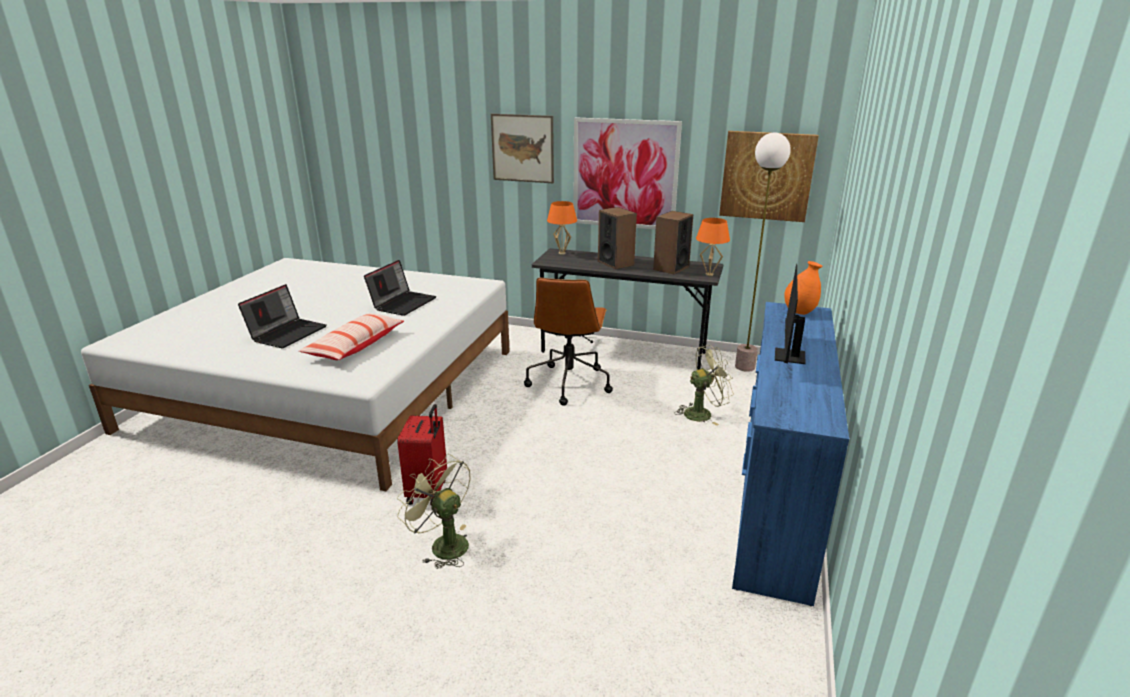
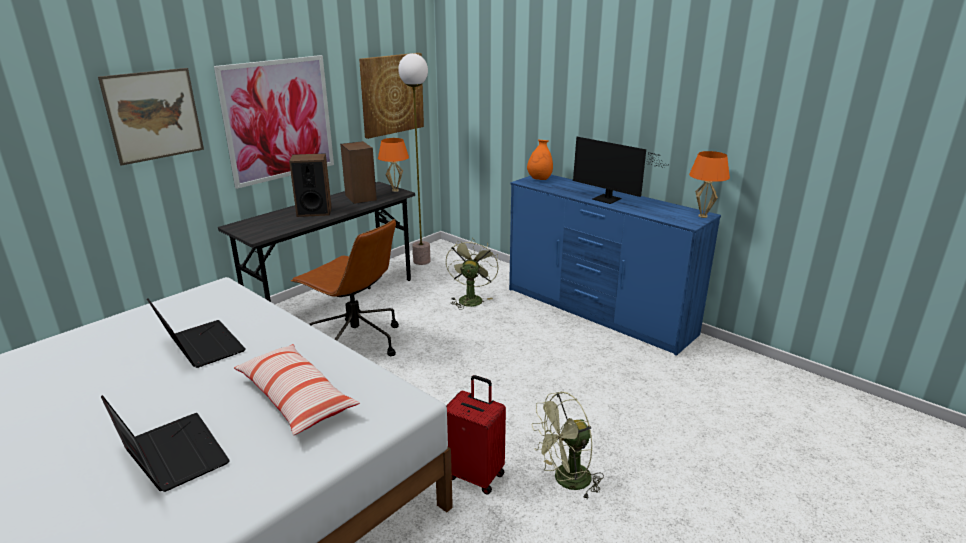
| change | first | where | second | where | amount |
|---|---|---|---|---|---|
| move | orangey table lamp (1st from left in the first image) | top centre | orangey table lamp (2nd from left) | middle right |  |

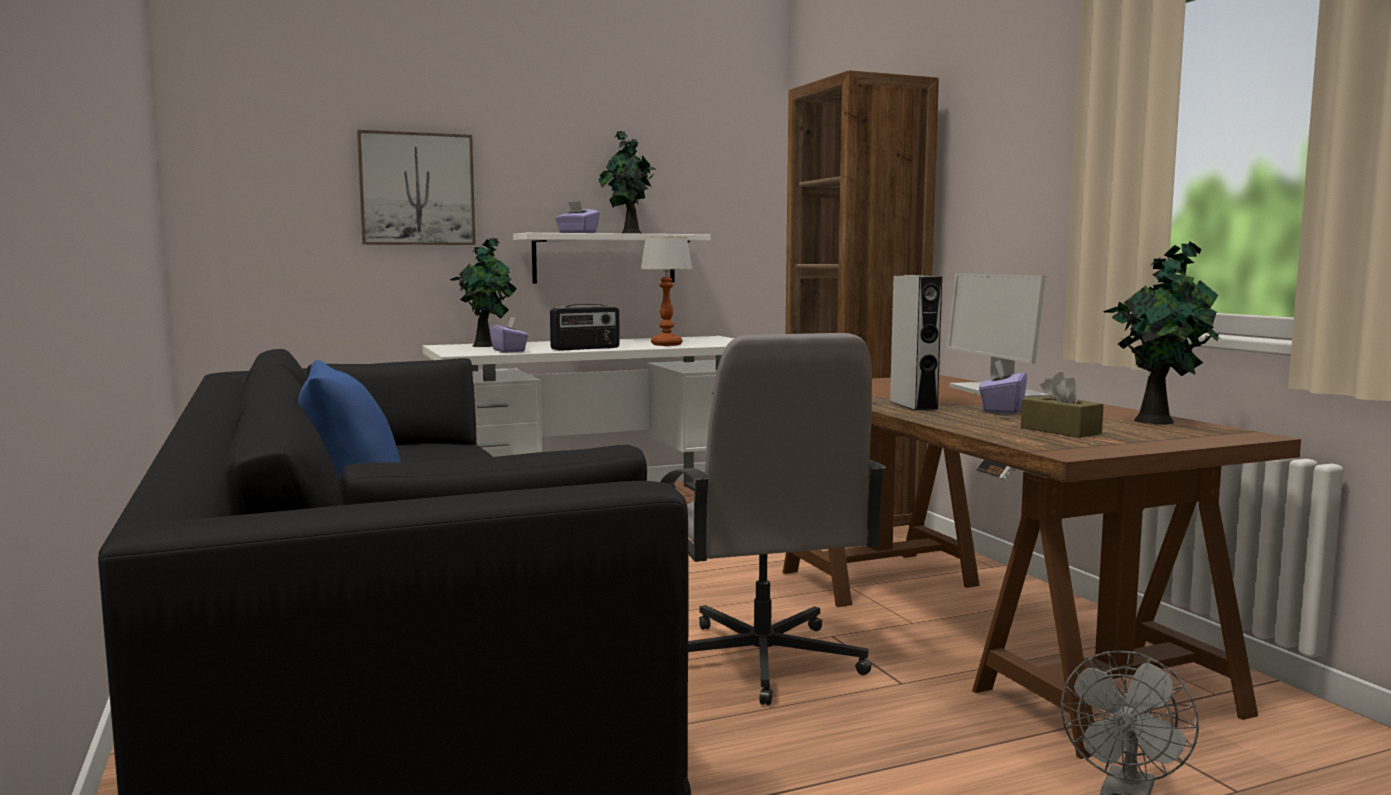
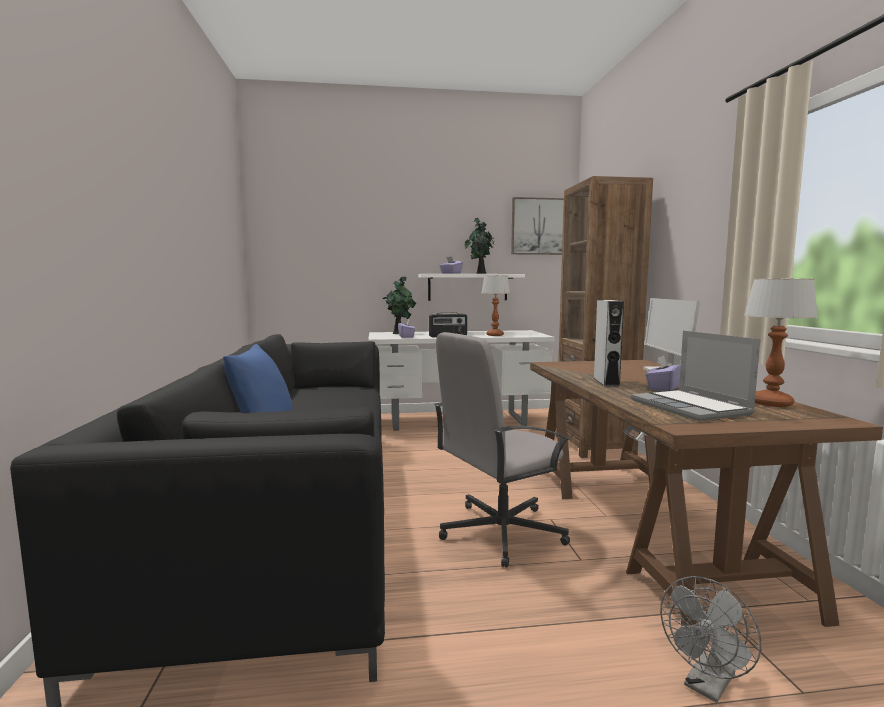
| change | first | where | second | where | amount |
|---|---|---|---|---|---|
| move | wall picture | top left |  | top centre |  |
| replace | brown box of tissues | middle right | portable computer | middle right |  |
| replace | houseplant (3rd from left) | middle right | table lamp (2nd from left) | middle right |  |
| rotate | greyish computer chair | centre |  | centre | 60 degrees clockwise |

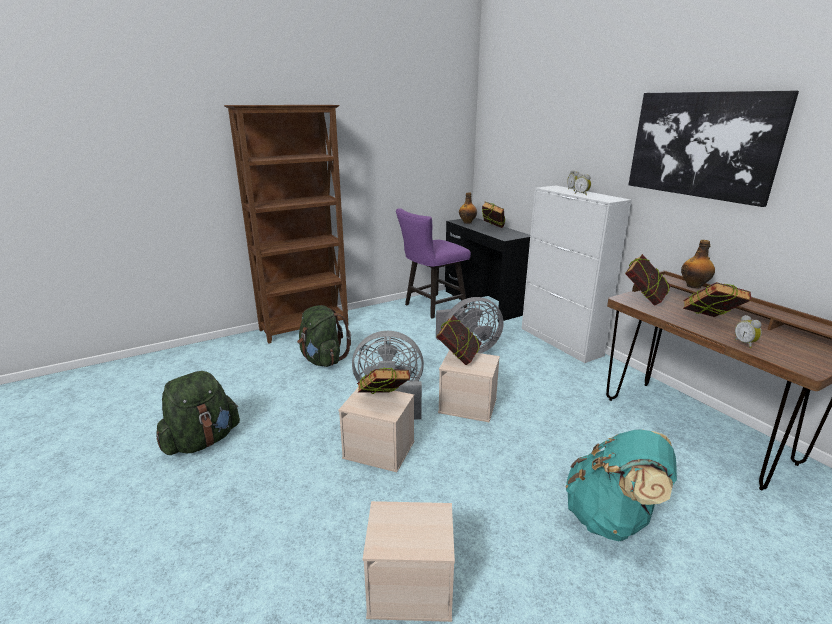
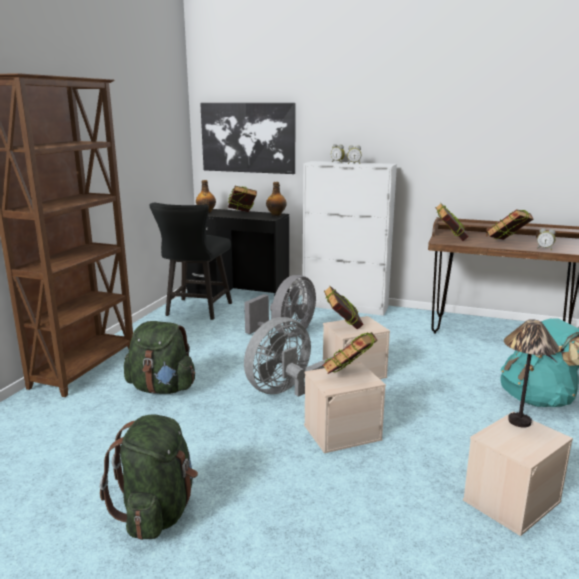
| change | first | where | second | where | amount |
|---|---|---|---|---|---|
| insert |  |  | table lamp | middle right |  |
| move | wall picture | top right |  | top centre |  |
| move | bottle (2nd from left) | middle right |  | centre |  |
| recolor | purple plain chair | centre | blackish plain chair | middle left |  |

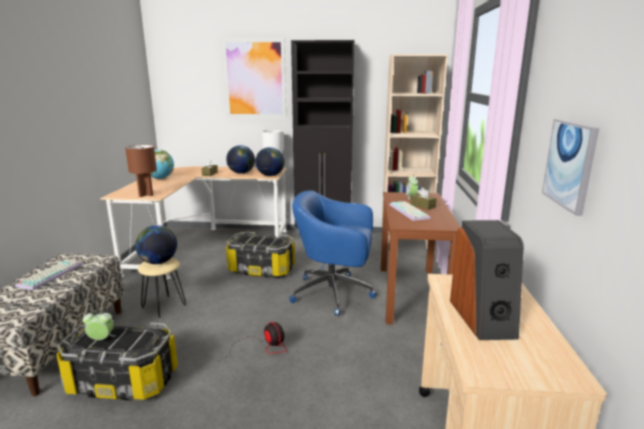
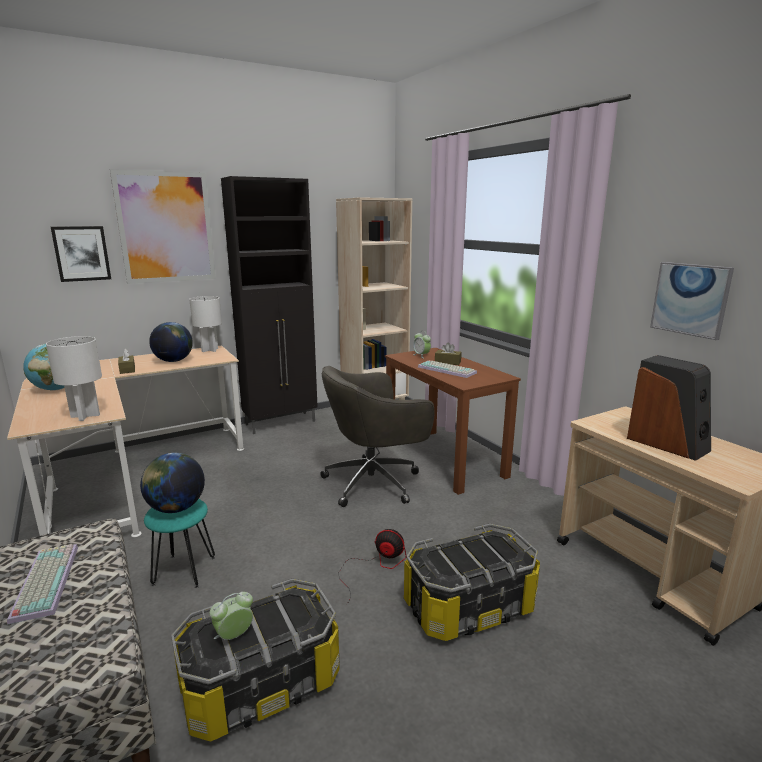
| change | first | where | second | where | amount |
|---|---|---|---|---|---|
| delete | globe (4th from left) | centre |  |  |  |
| insert |  |  | wall picture (1st from left) | middle left |  |
| move | storage bin (2nd from left) | centre |  | bottom centre |  |
| recolor | brown table lamp | middle left | white table lamp (1st from left) | middle left |  |
| recolor | sand-coloured stool seat | bottom left | turquoise stool seat | bottom left |  |
| recolor | blue-coloured computer chair | centre | greyish computer chair | centre |  |

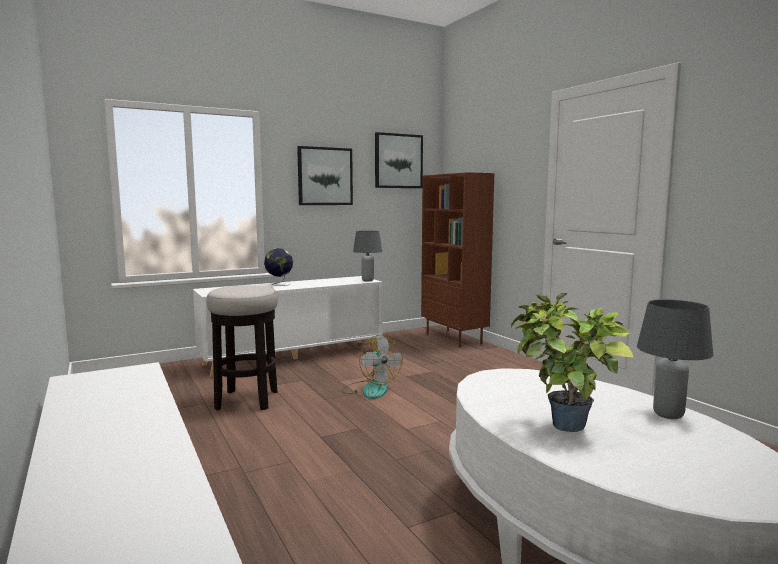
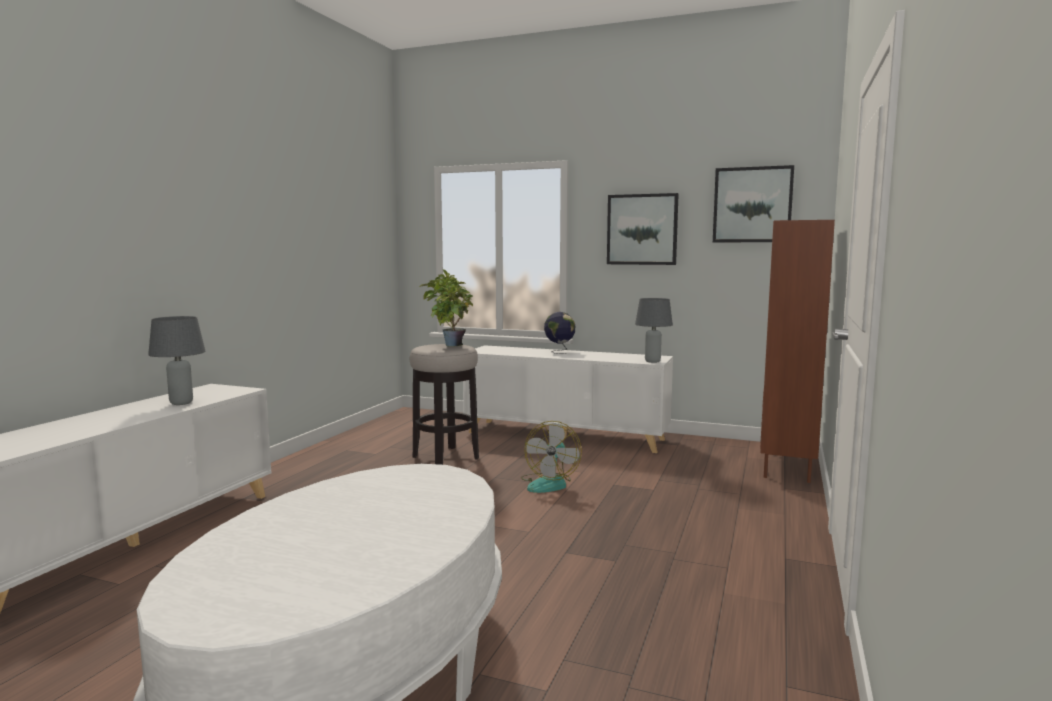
| change | first | where | second | where | amount |
|---|---|---|---|---|---|
| move | houseplant | middle right |  | centre |  |
| move | greyish table lamp (2nd from left in the first image) | middle right | greyish table lamp (1st from left) | middle left |  |

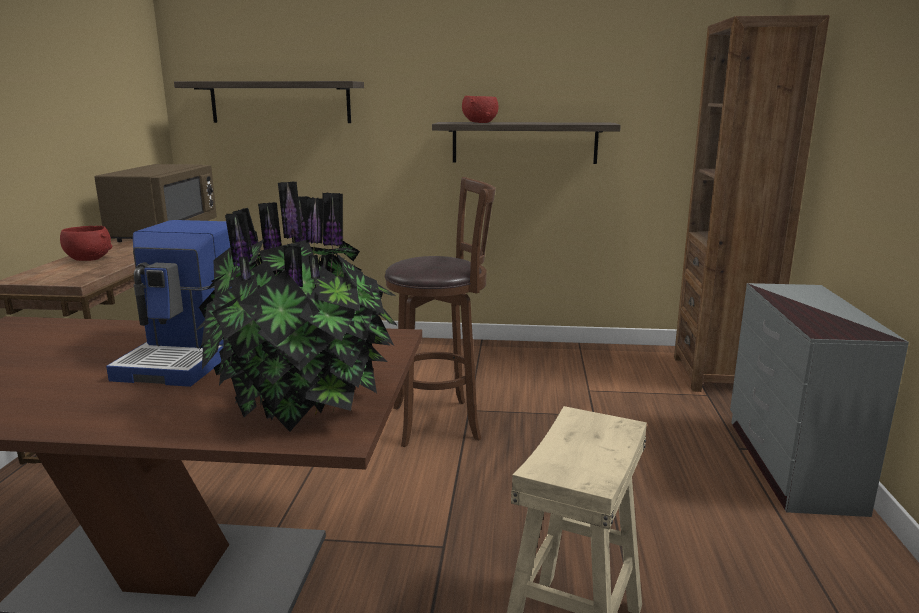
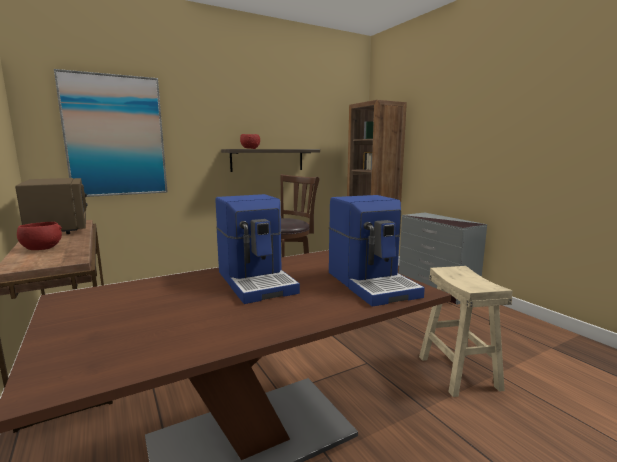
| change | first | where | second | where | amount |
|---|---|---|---|---|---|
| replace | wall shelf (1st from left) | top left | wall picture | top left |  |
| replace | houseplant | middle left | coffee maker (2nd from left) | centre |  |

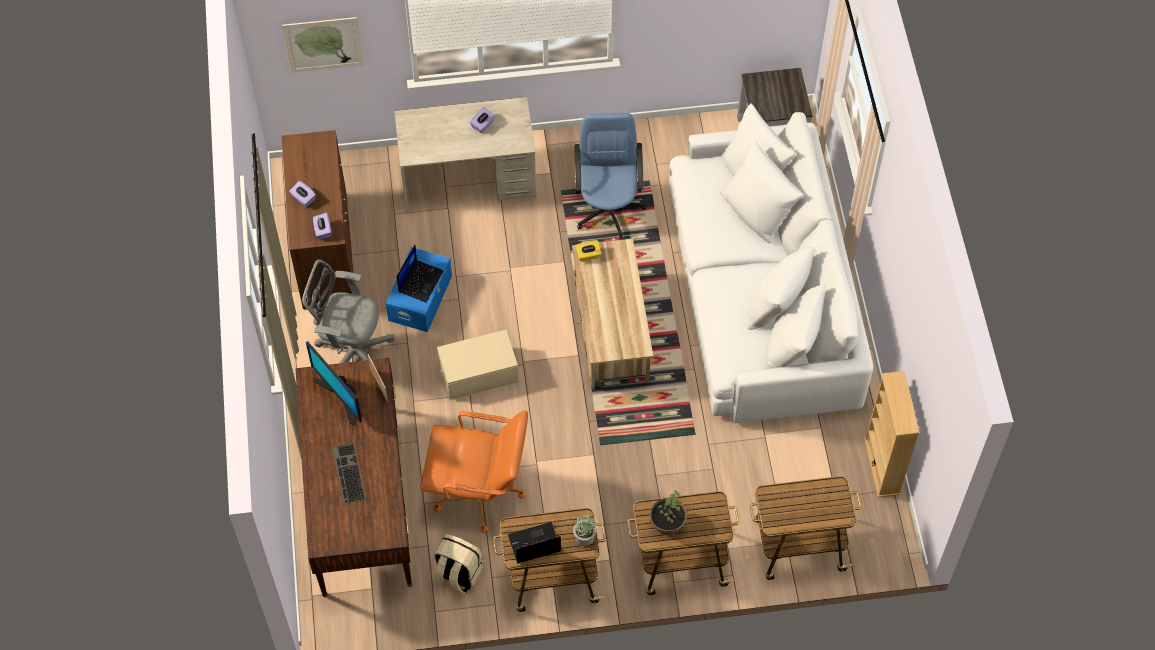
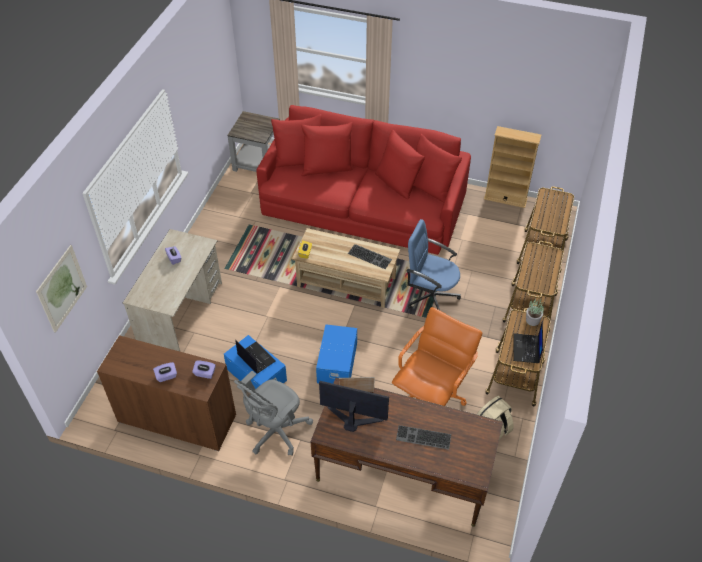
| change | first | where | second | where | amount |
|---|---|---|---|---|---|
| delete | houseplant (2nd from left) | bottom centre |  |  |  |
| insert |  |  | PC keyboard (1st from left) | centre |  |
| move | blue-coloured computer chair | top centre |  | centre |  |
| recolor | sand-coloured storage bin | centre | blue-coloured storage bin (2nd from left) | centre |  |
| recolor | white settee | middle right | reddish settee | top centre |  |
| rotate | computer display | middle left |  | bottom centre | 150 degrees counterclockwise |

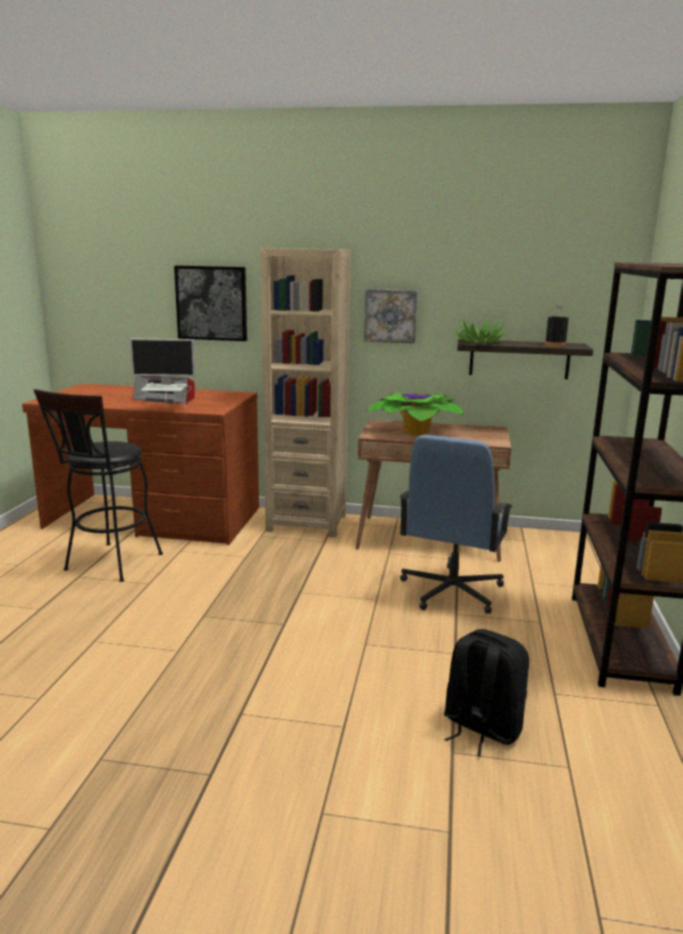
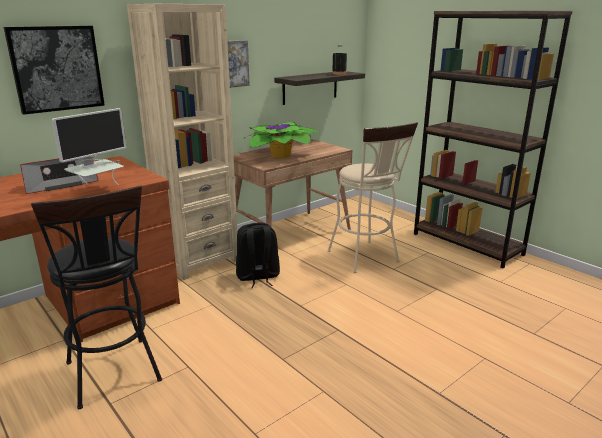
| change | first | where | second | where | amount |
|---|---|---|---|---|---|
| delete | houseplant (2nd from left) | middle right |  |  |  |
| move | blackish knapsack | bottom right |  | centre |  |
| replace | blue-coloured computer chair | middle right | sand-coloured stool seat | centre |  |

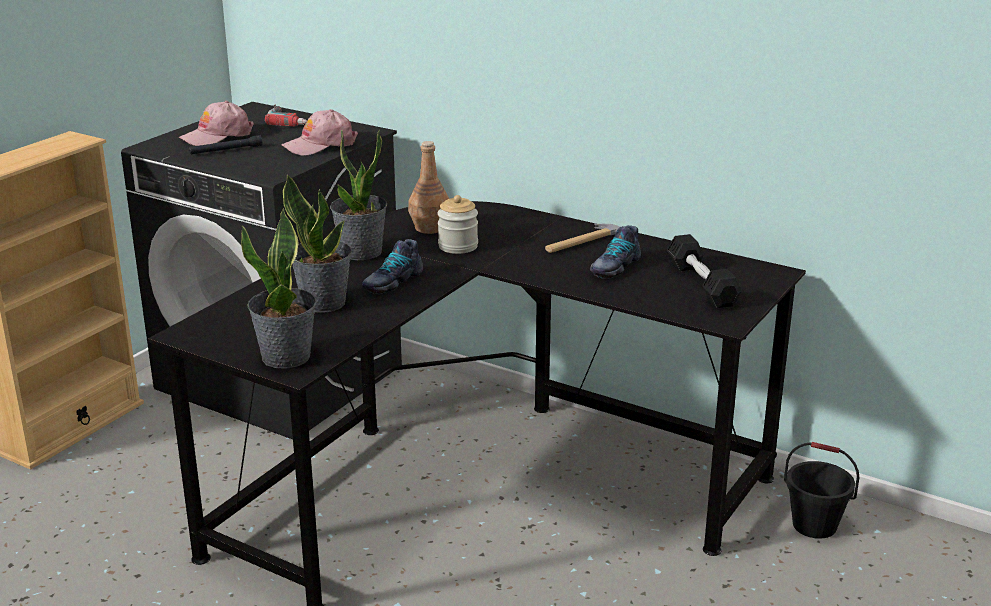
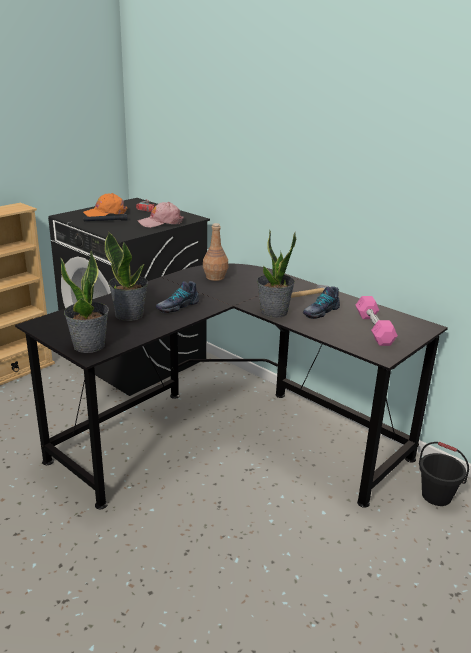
| change | first | where | second | where | amount |
|---|---|---|---|---|---|
| delete | preserve jar | centre |  |  |  |
| move | houseplant (3rd from left) | top centre |  | centre |  |
| recolor | pinkish baseball cap (1st from left) | top left | orangey baseball cap | top left |  |
| recolor | blackish free weight | middle right | pinkish free weight | middle right |  |

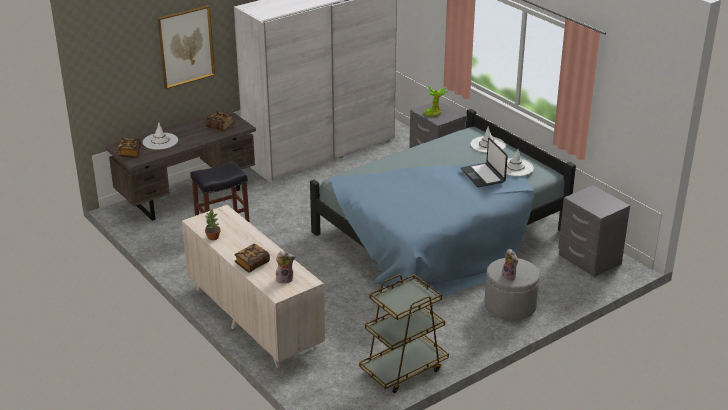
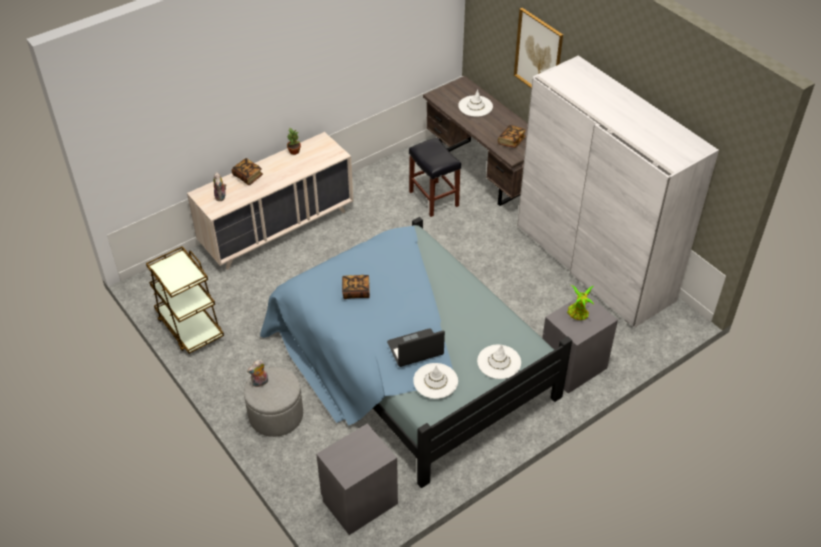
| change | first | where | second | where | amount |
|---|---|---|---|---|---|
| move | bound book (1st from left in the first image) | middle left | bound book (2nd from left) | centre |  |

